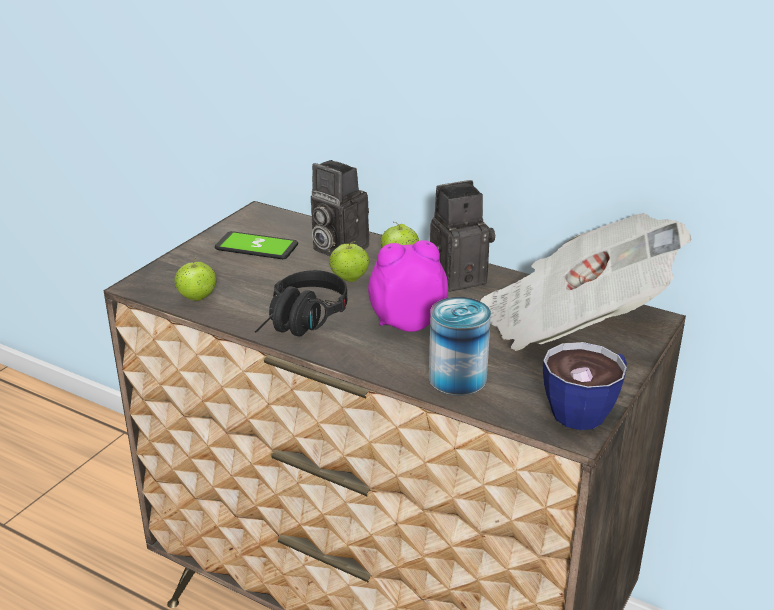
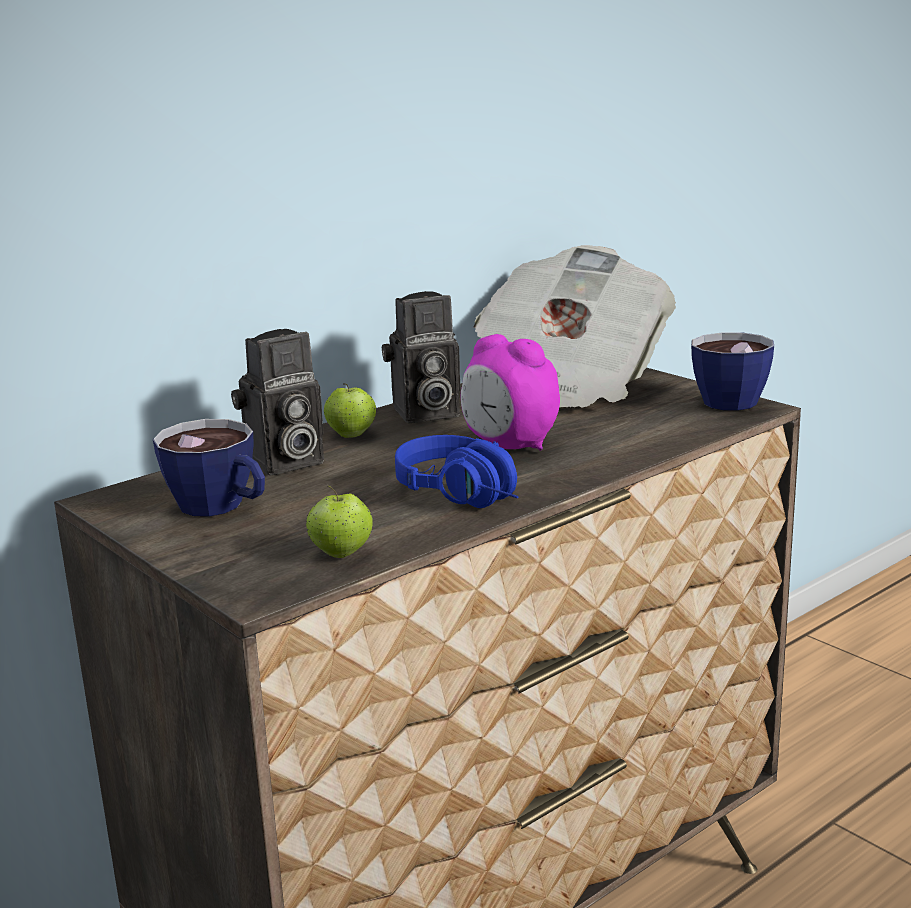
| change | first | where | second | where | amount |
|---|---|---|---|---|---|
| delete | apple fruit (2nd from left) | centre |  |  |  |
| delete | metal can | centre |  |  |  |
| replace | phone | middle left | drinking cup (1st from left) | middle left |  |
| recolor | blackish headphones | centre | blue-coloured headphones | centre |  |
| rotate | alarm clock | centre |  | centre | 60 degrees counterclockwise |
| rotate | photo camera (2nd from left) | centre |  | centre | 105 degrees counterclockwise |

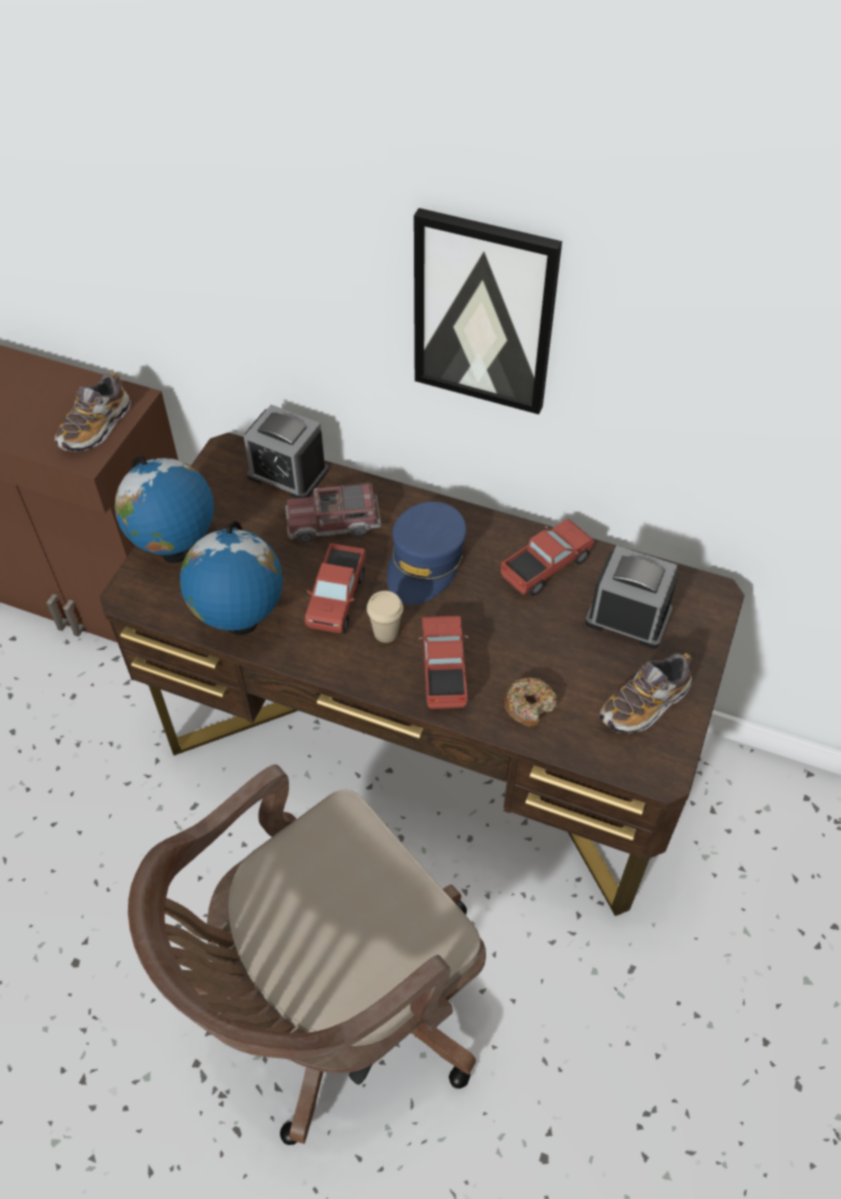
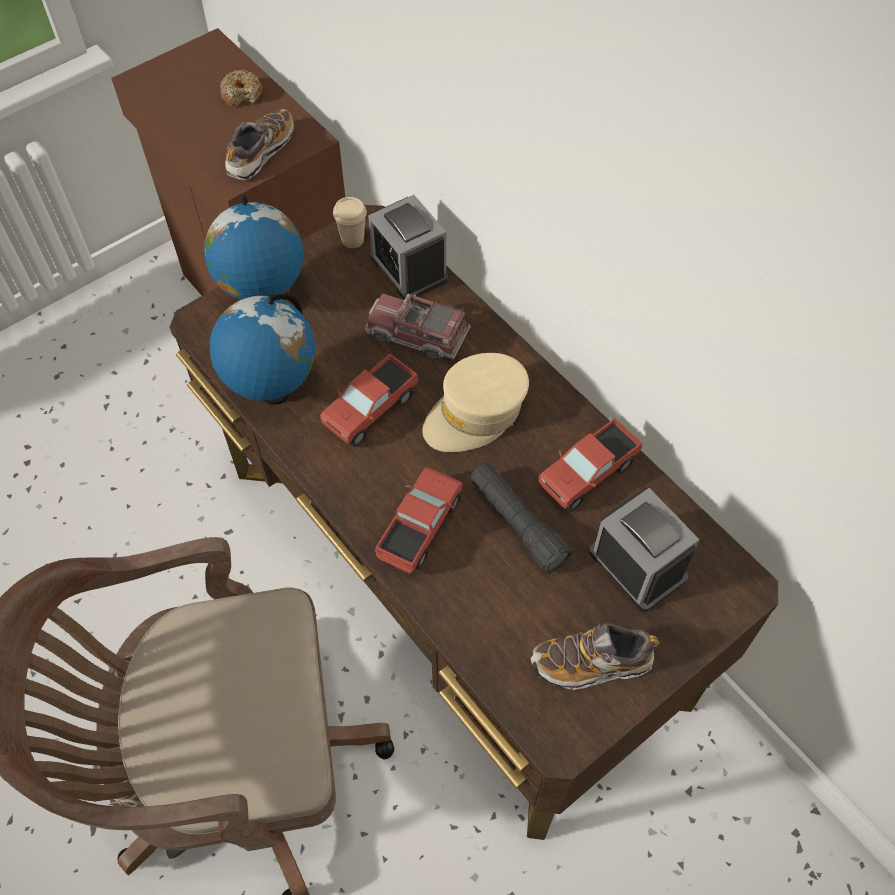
| change | first | where | second | where | amount |
|---|---|---|---|---|---|
| delete | wall picture | top centre |  |  |  |
| insert |  |  | blackish hand torch | centre |  |
| move | sand-coloured drinking cup | centre |  | top centre |  |
| move | doughnut | centre |  | top left |  |
| recolor | blue-coloured baseball cap | centre | sand-coloured baseball cap | centre |  |
| rotate | low shoe (1st from left) | middle left |  | top left | 150 degrees clockwise |
| rotate | toy lorry (4th from left) | centre |  | centre | 150 degrees clockwise |

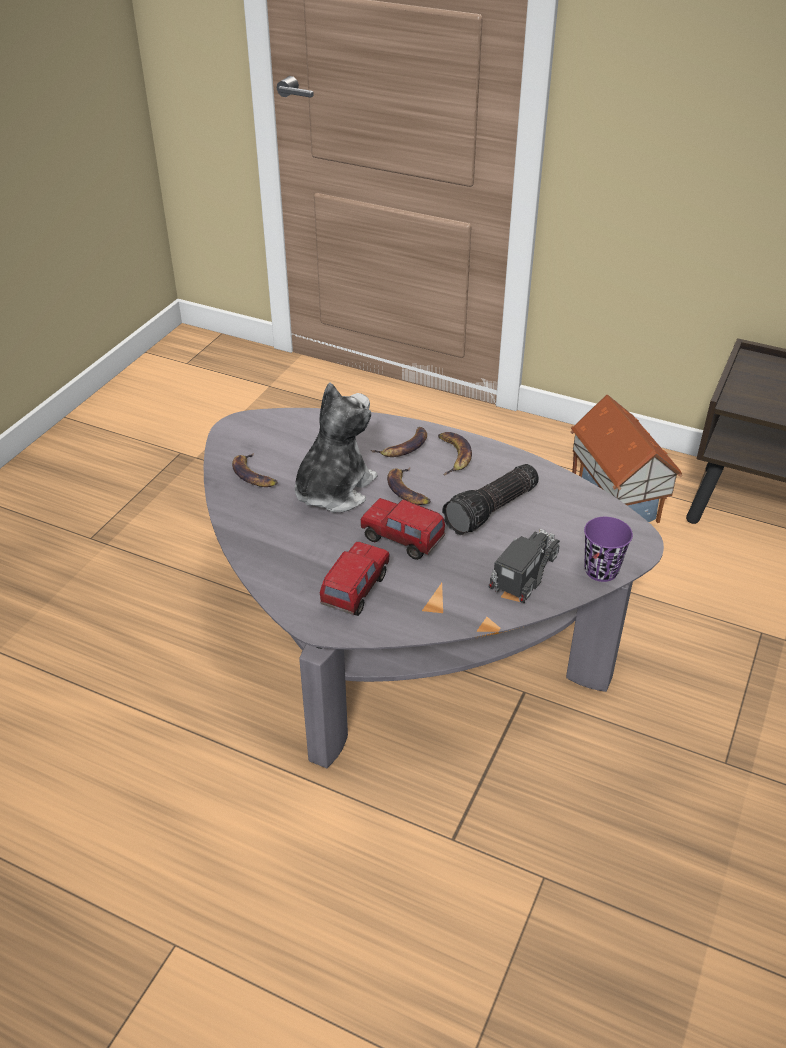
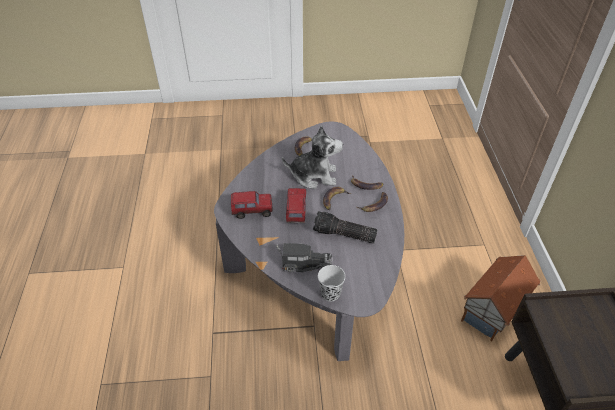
| change | first | where | second | where | amount |
|---|---|---|---|---|---|
| recolor | purple drinking cup | middle right | blackish drinking cup | bottom centre |  |

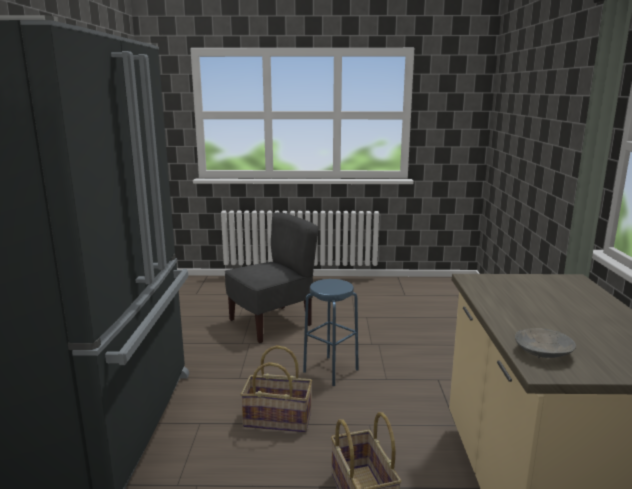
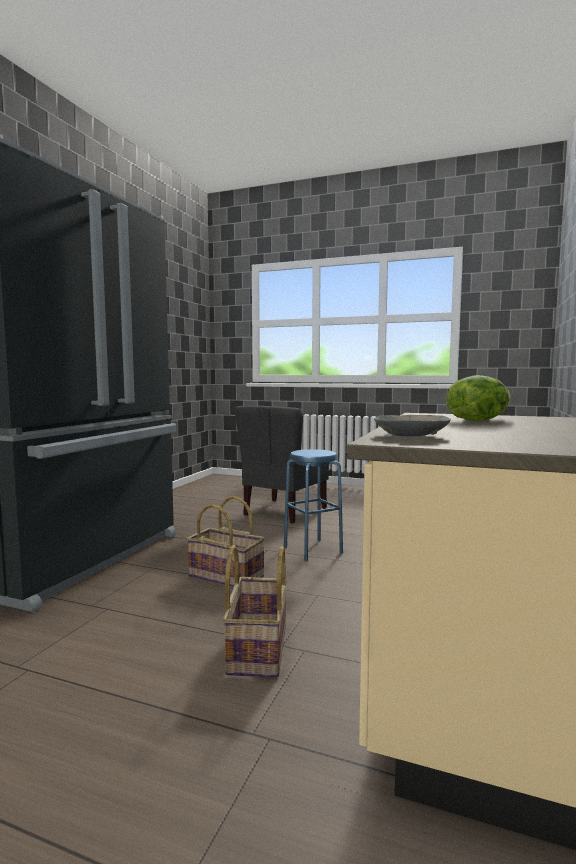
| change | first | where | second | where | amount |
|---|---|---|---|---|---|
| insert |  |  | lettuce | middle right |  |
| rotate | greyish plain chair | centre |  | centre | 135 degrees clockwise |

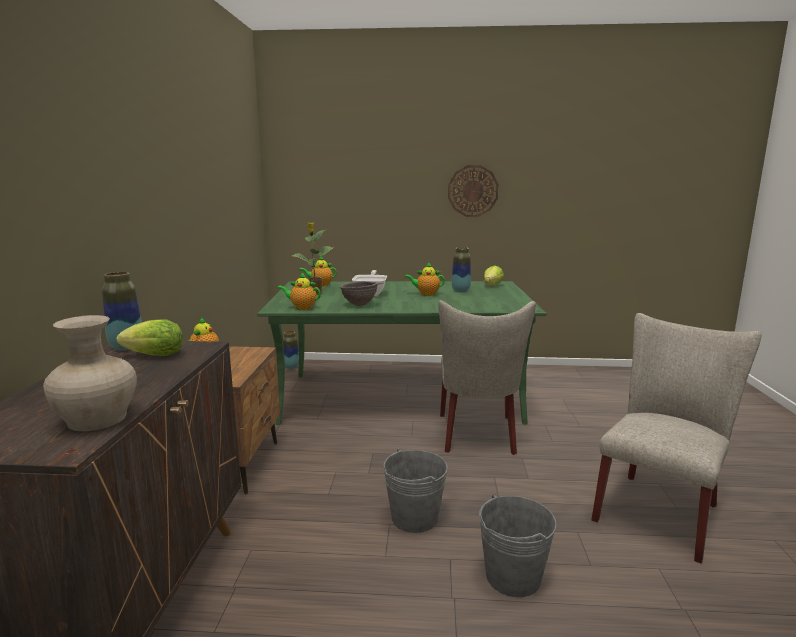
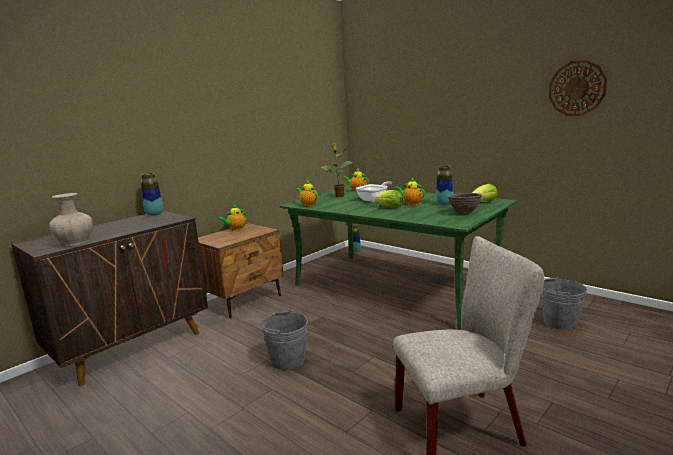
| change | first | where | second | where | amount |
|---|---|---|---|---|---|
| delete | sand-coloured plain chair (1st from left) | centre |  |  |  |
| move | lettuce (1st from left) | middle left |  | centre |  |
| move | brown deep dish | centre |  | middle right |  |
| move | wall clock | top centre |  | top right |  |
| move | greyish water bucket (2nd from left) | bottom centre |  | middle right |  |

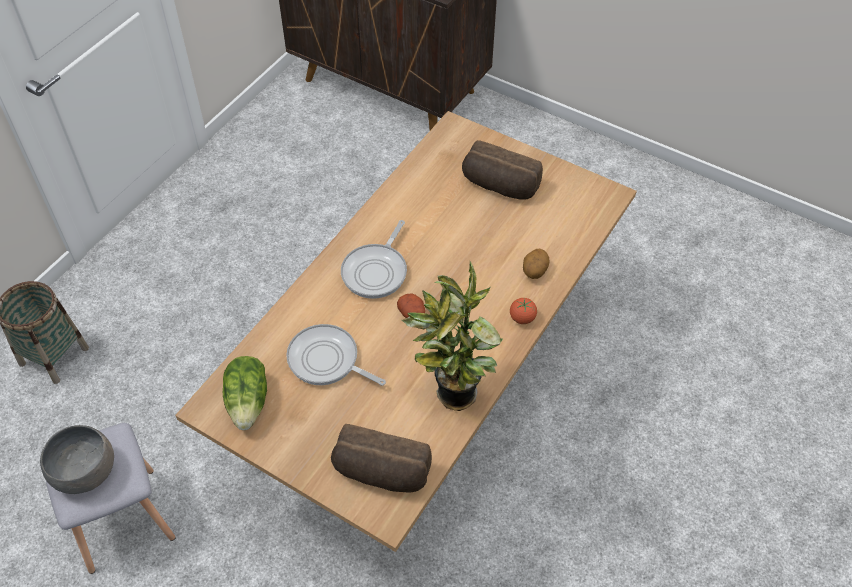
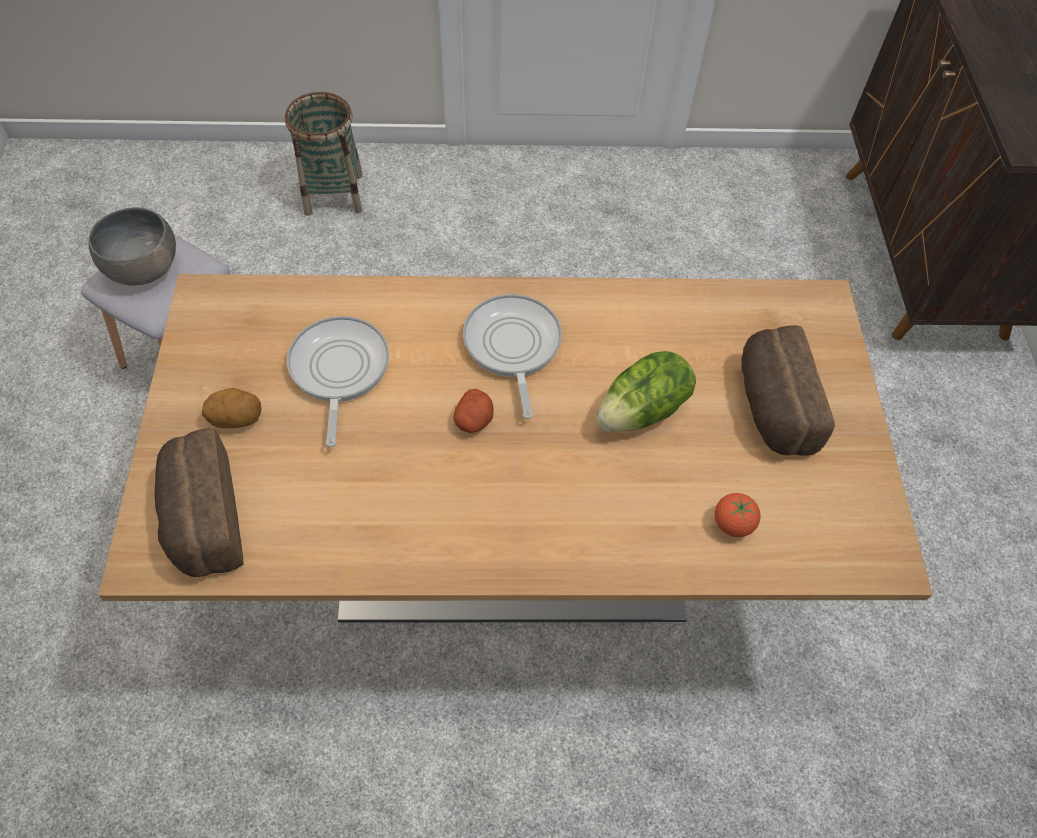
| change | first | where | second | where | amount |
|---|---|---|---|---|---|
| delete | houseplant | centre |  |  |  |
| move | lettuce | bottom left |  | centre |  |
| move | tomato | centre |  | middle right |  |
| move | whole potato (2nd from left in the first image) | centre | whole potato (1st from left) | middle left |  |
| rotate | pan (2nd from left) | centre |  | centre | 90 degrees clockwise |

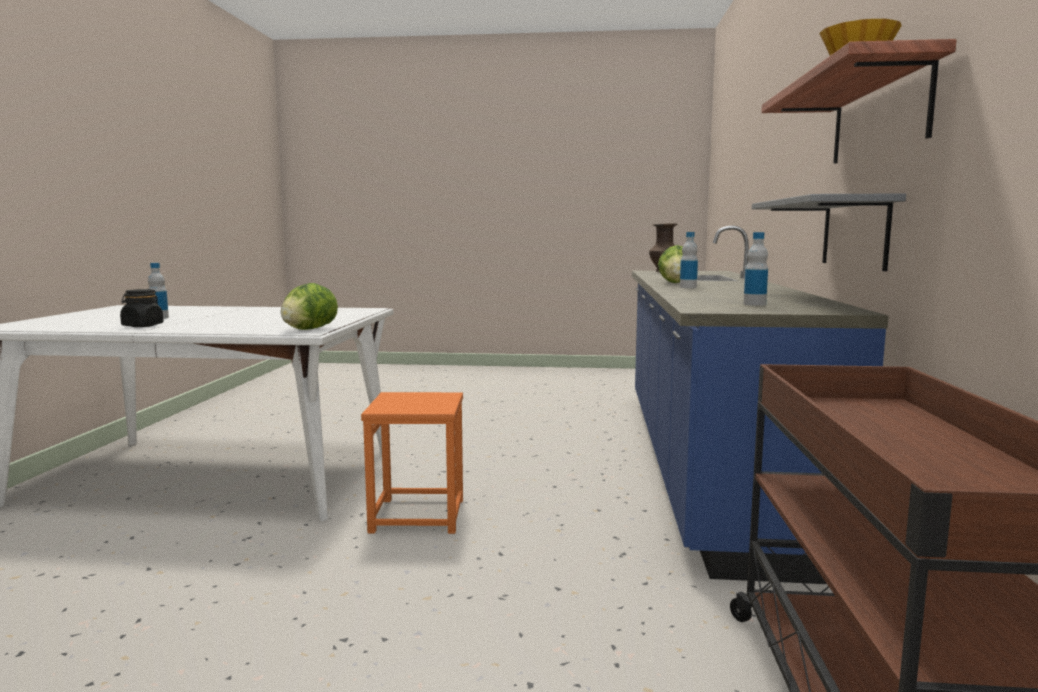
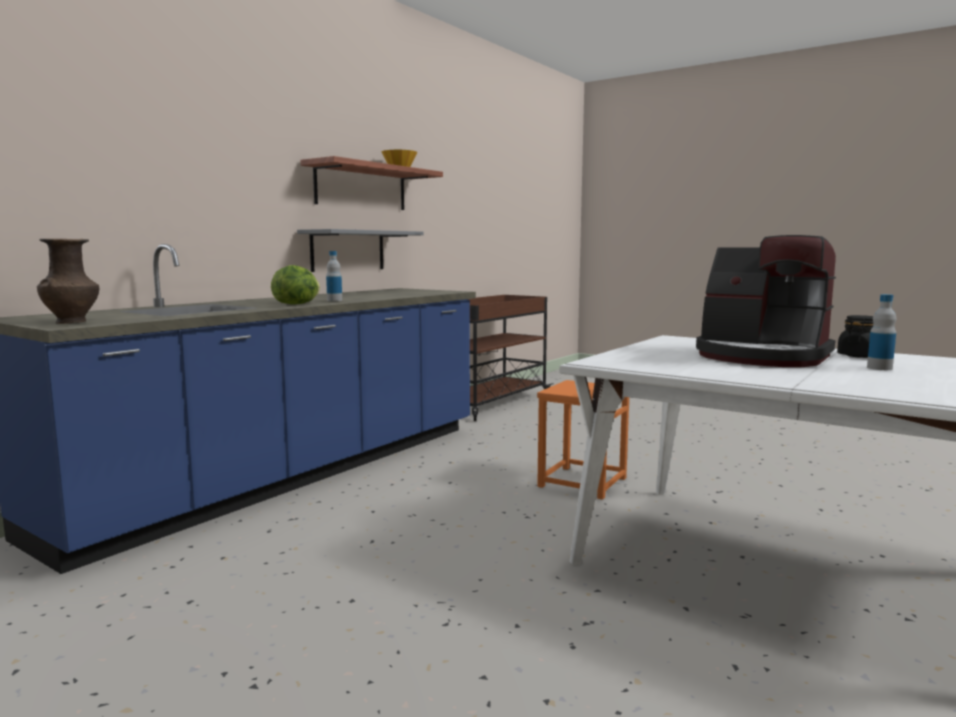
| change | first | where | second | where | amount |
|---|---|---|---|---|---|
| delete | lettuce (1st from left) | middle left |  |  |  |
| delete | bottle (3rd from left) | middle right |  |  |  |
| insert |  |  | coffee maker | middle right |  |

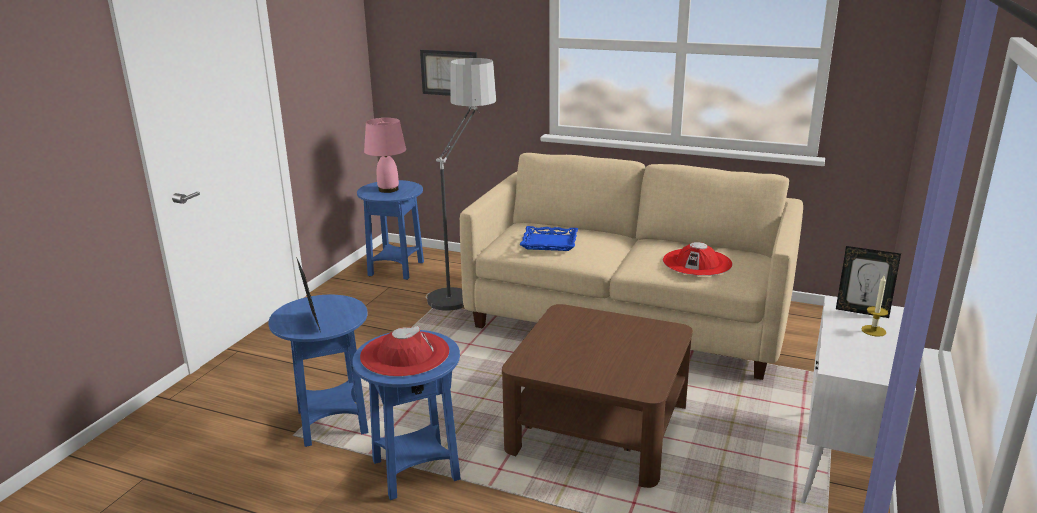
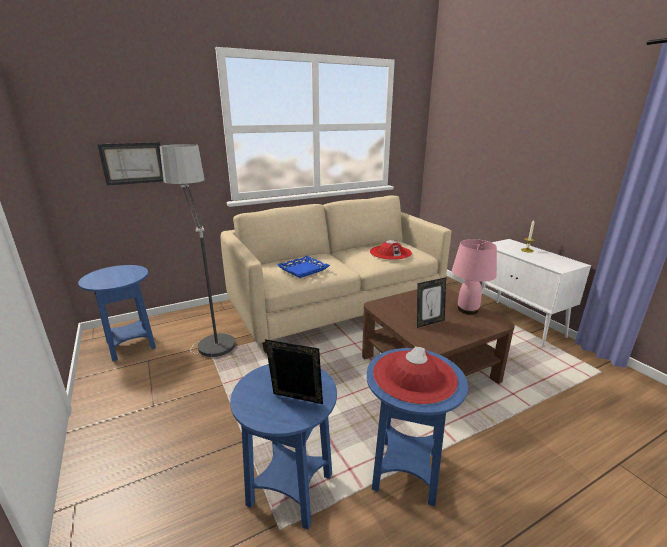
| change | first | where | second | where | amount |
|---|---|---|---|---|---|
| move | pinkish table lamp | top centre |  | middle right |  |
| move | photo frame (2nd from left) | middle right |  | centre |  |

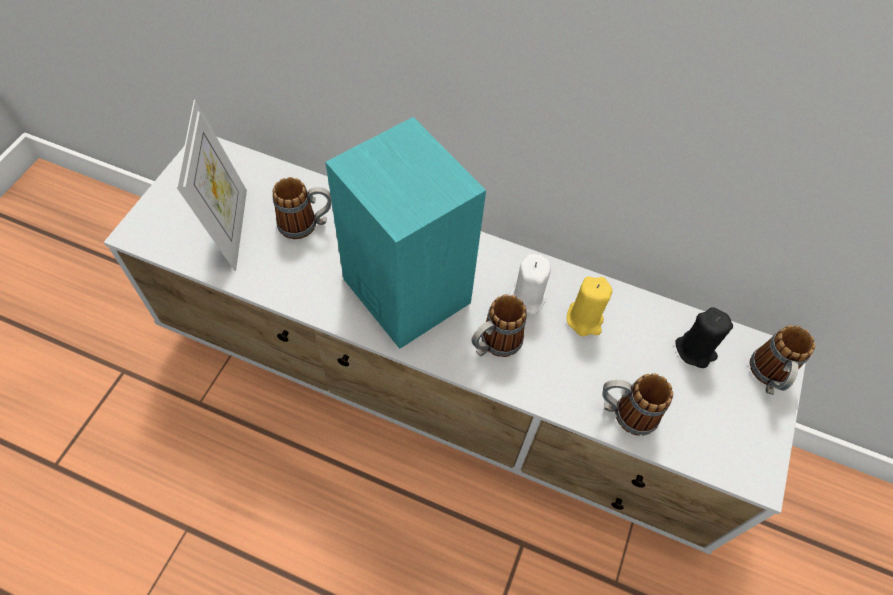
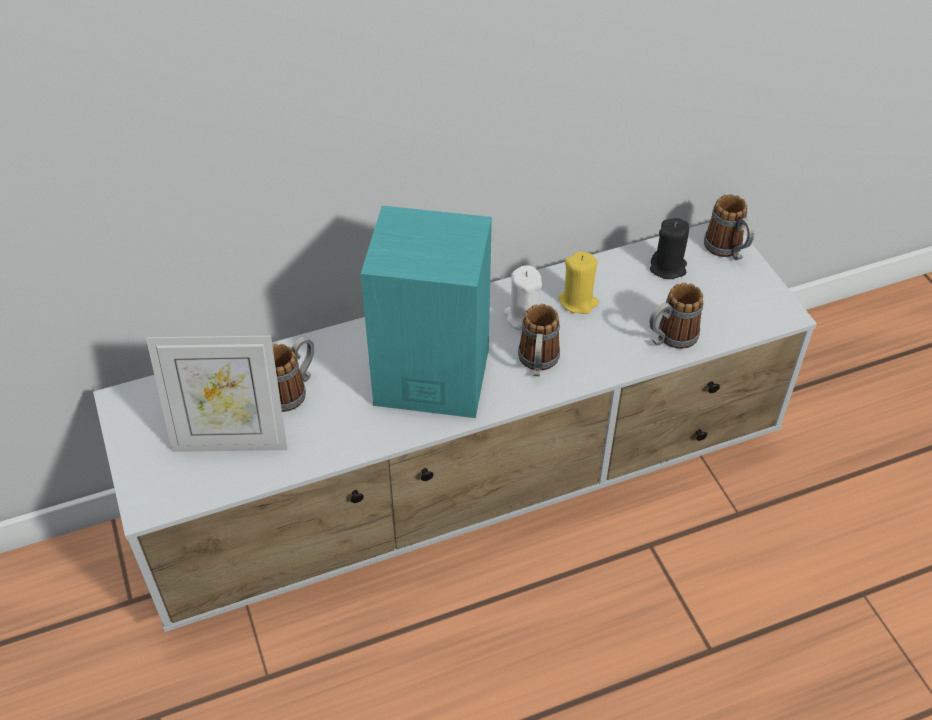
| change | first | where | second | where | amount |
|---|---|---|---|---|---|
| rotate | photo frame | top left |  | middle left | 135 degrees clockwise |

